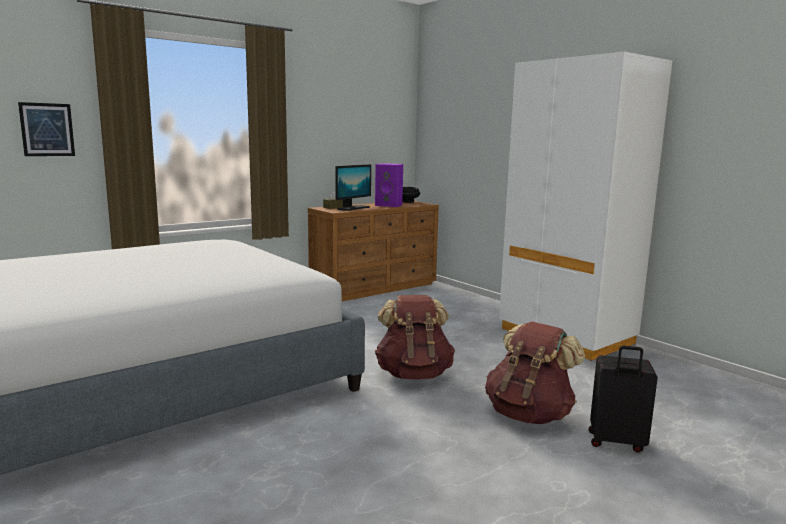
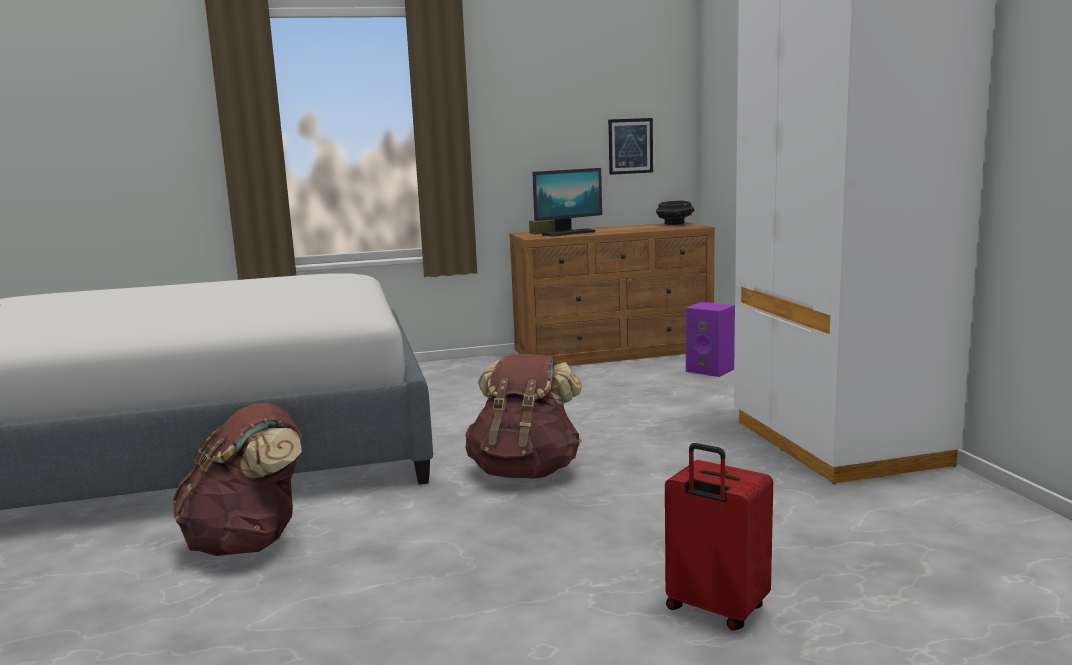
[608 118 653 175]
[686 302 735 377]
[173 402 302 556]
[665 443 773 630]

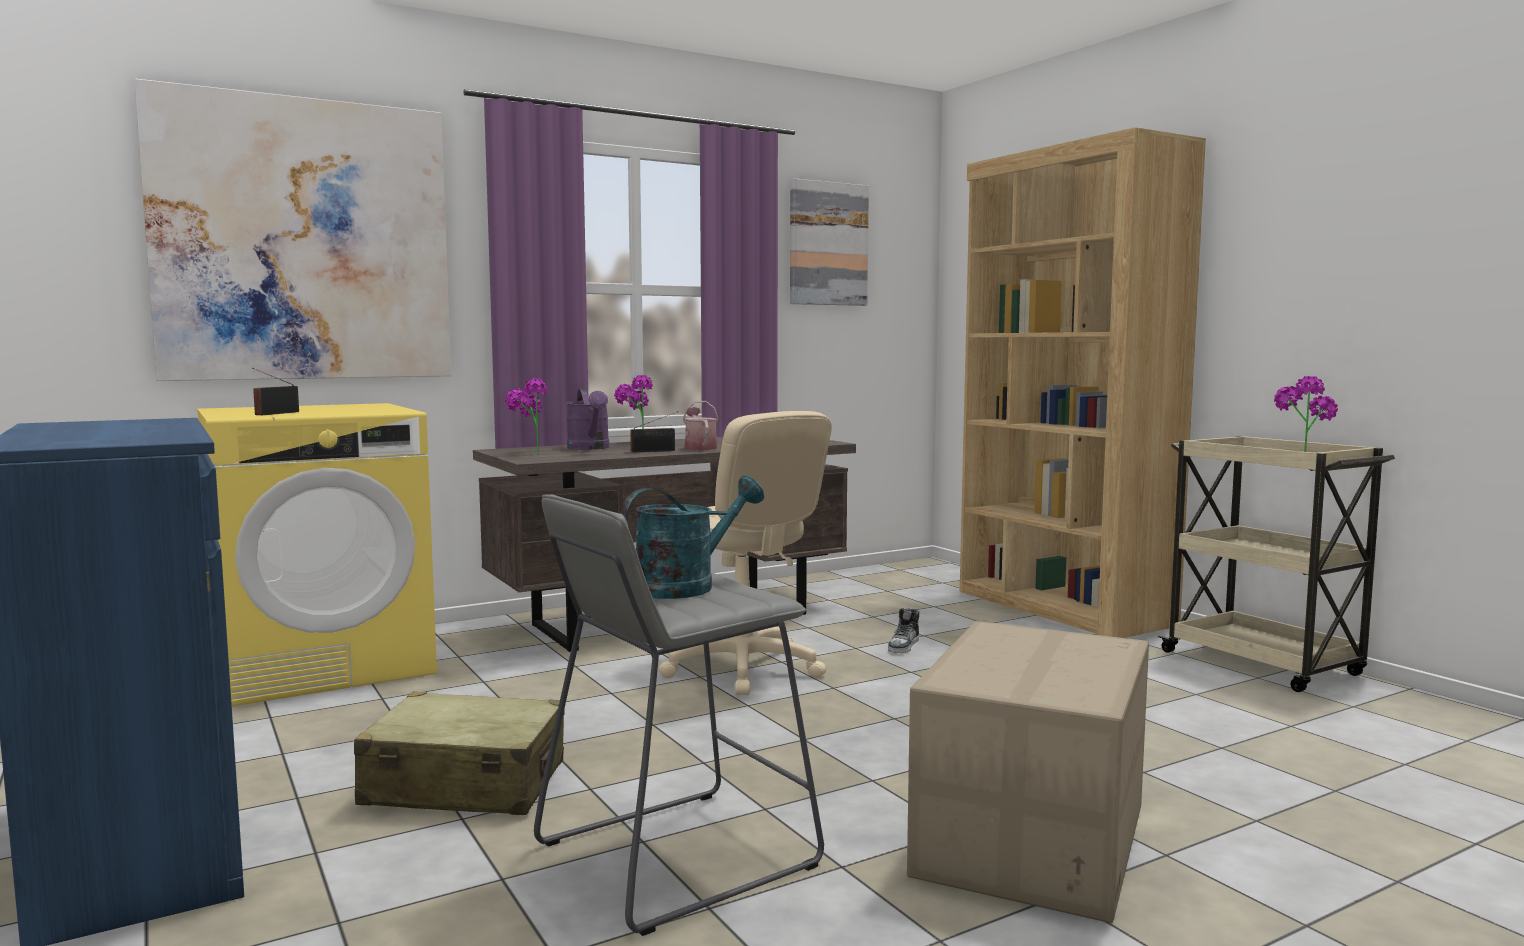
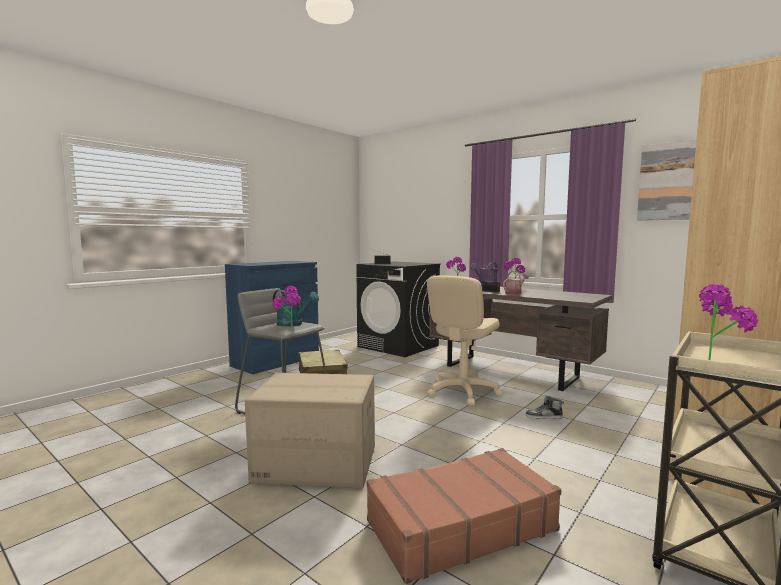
[134 79 451 381] (first image)
[356 261 441 357]
[272 286 301 330]
[367 448 561 584]

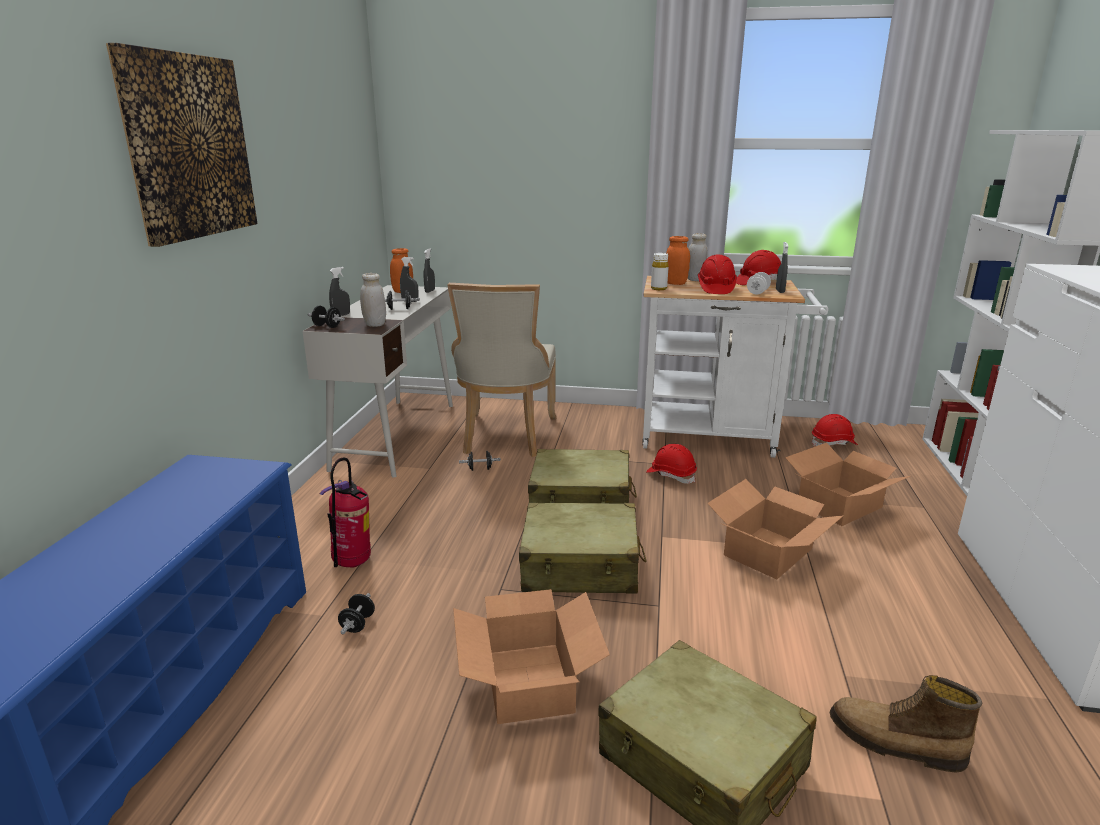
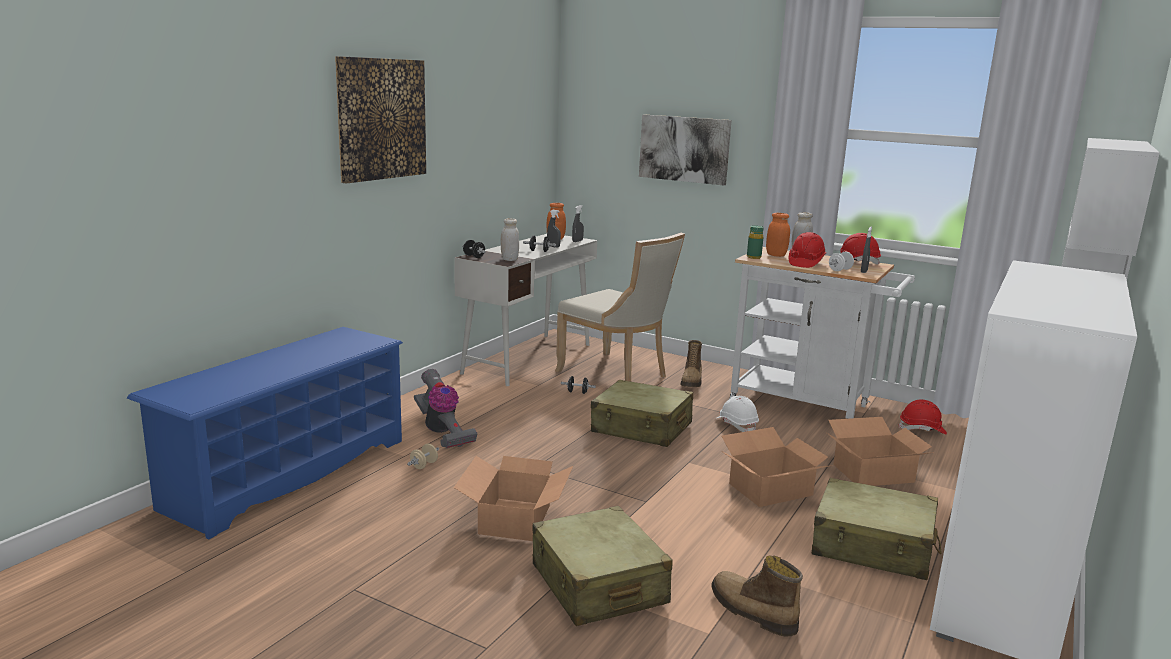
[747 226 763 259]
[329 267 350 316] (first image)
[555 233 685 382]
[717 396 759 432]
[414 369 477 448]
[812 478 942 580]
[407 444 439 469]
[639 115 732 185]
[680 340 702 387]

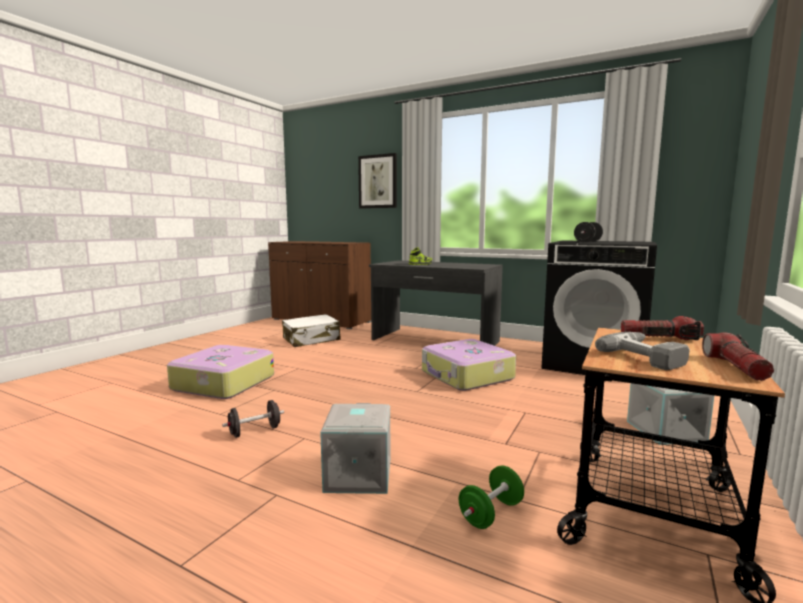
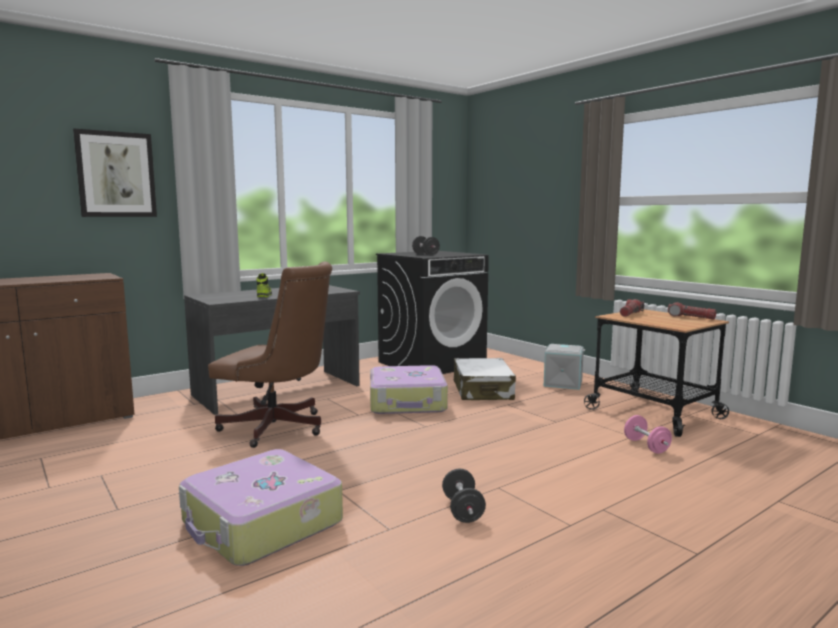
[454 358 516 400]
[595 332 690 370] (first image)
[320 403 390 494] (first image)
[624 415 672 454]
[208 262 332 448]

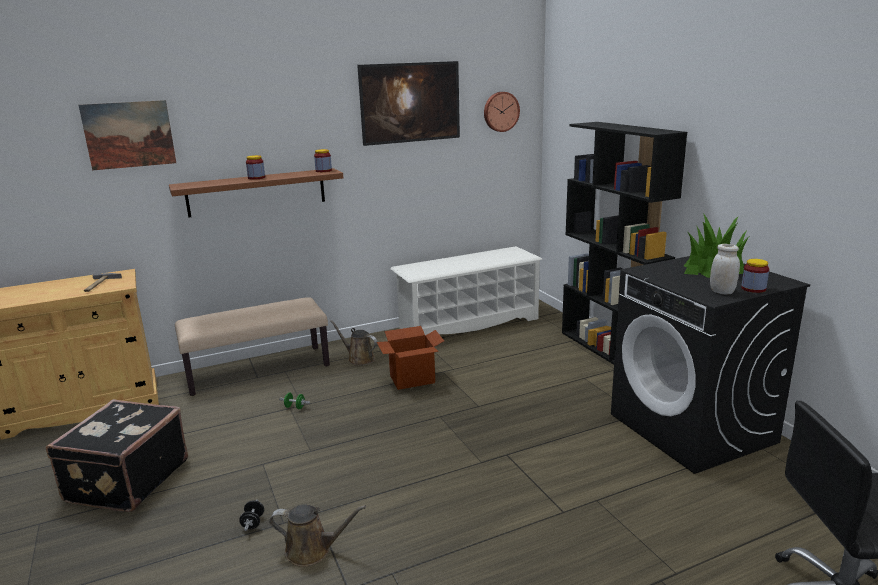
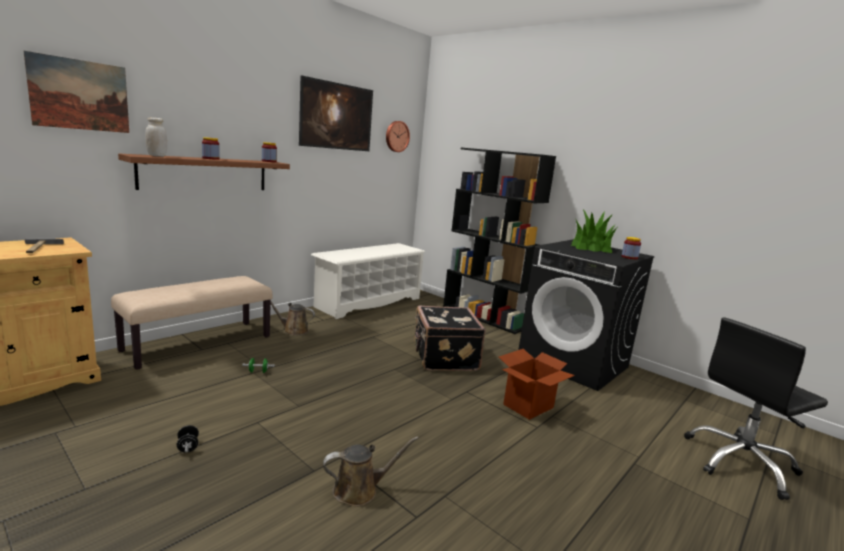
[145 118 167 157]
[499 349 575 420]
[414 306 486 371]
[177 425 199 453]

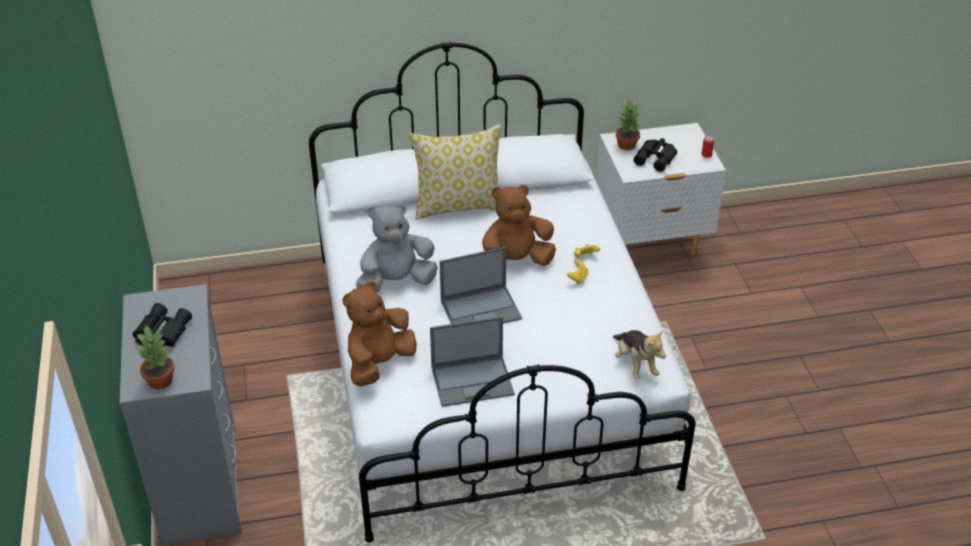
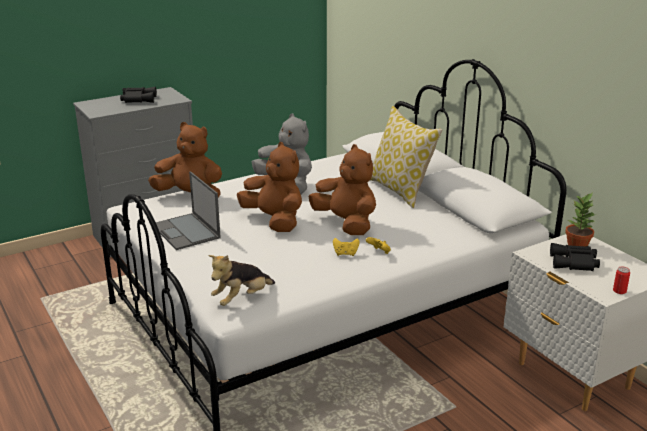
[237 142 302 232]
[136 325 175 389] (first image)

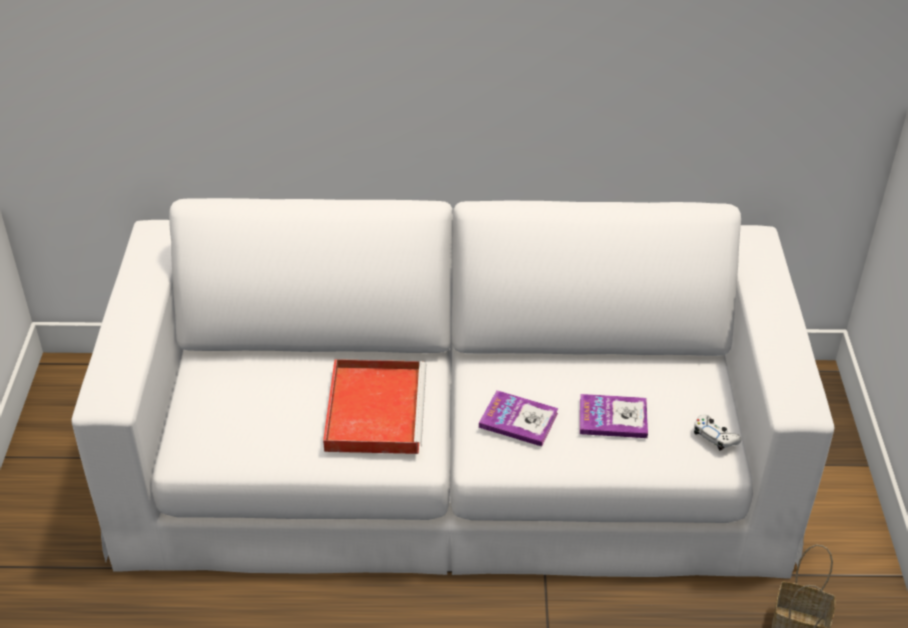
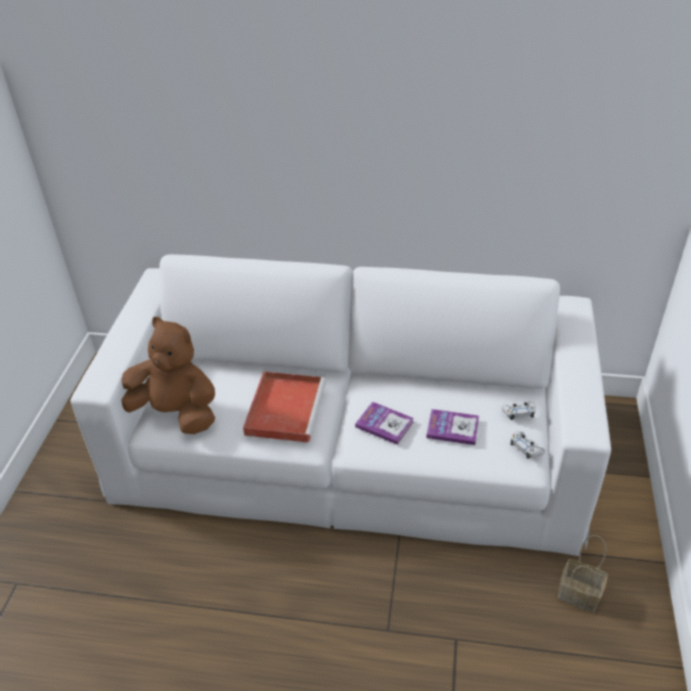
[121 317 215 434]
[501 402 536 420]

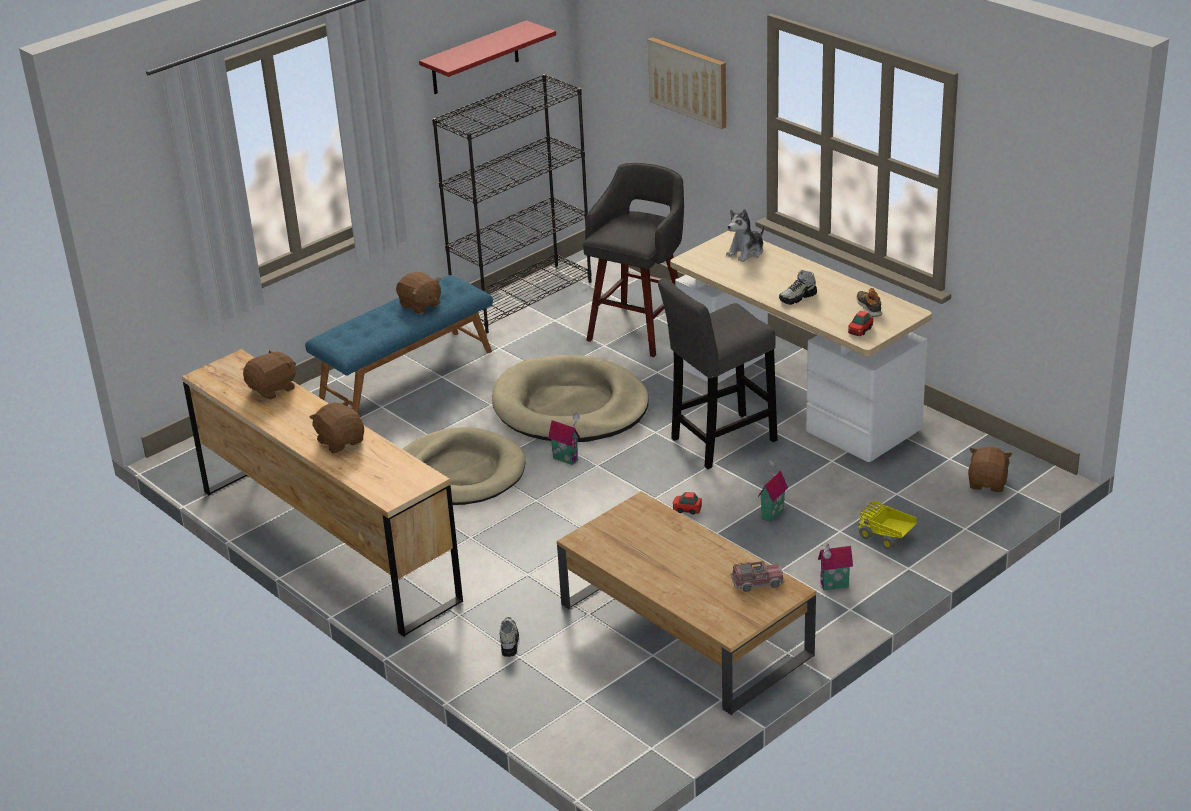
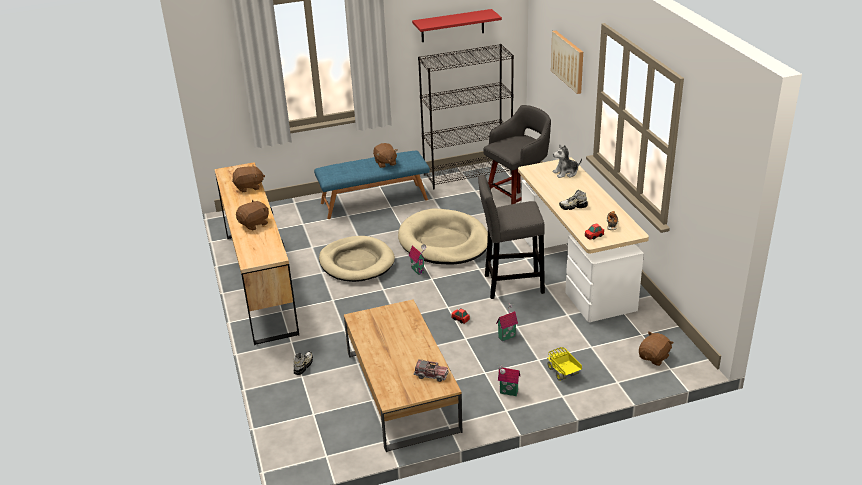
[236 200 269 231]

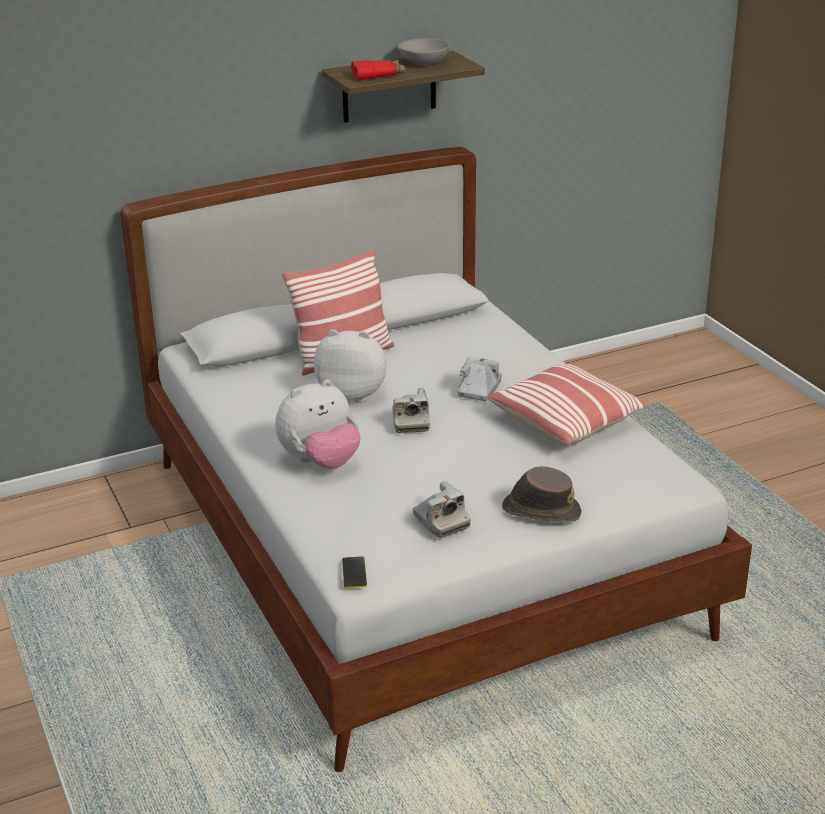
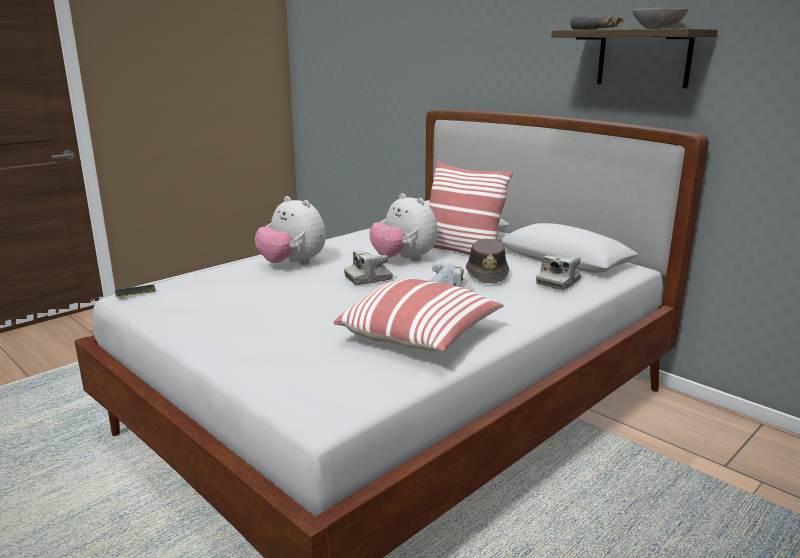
[570 15 623 30]
[369 193 438 261]
[466 239 509 283]
[536 255 581 290]

